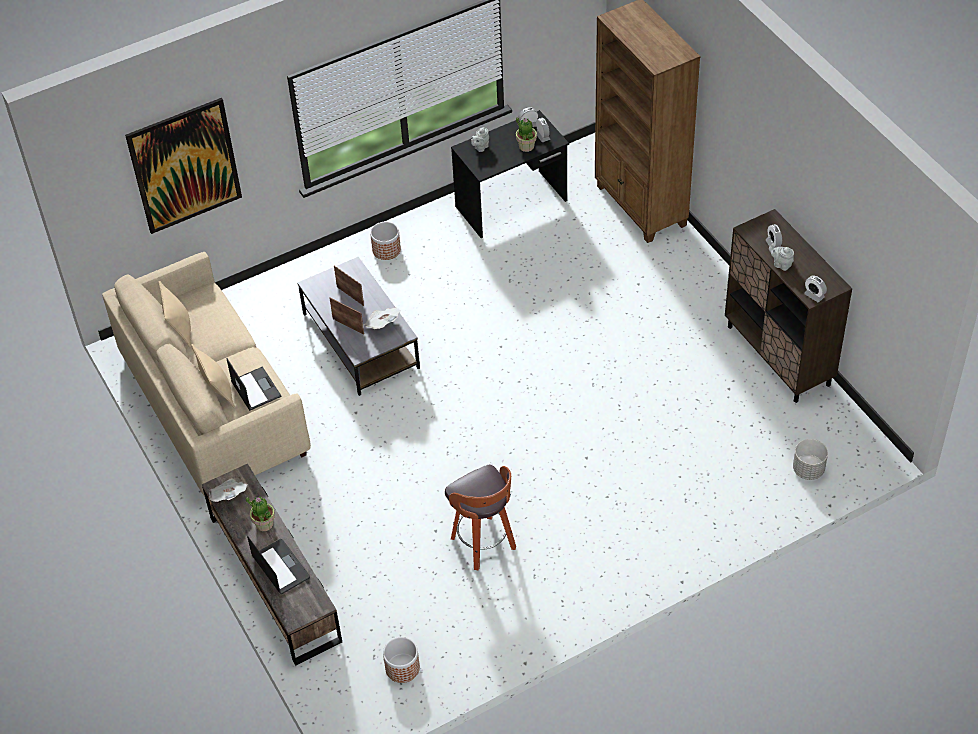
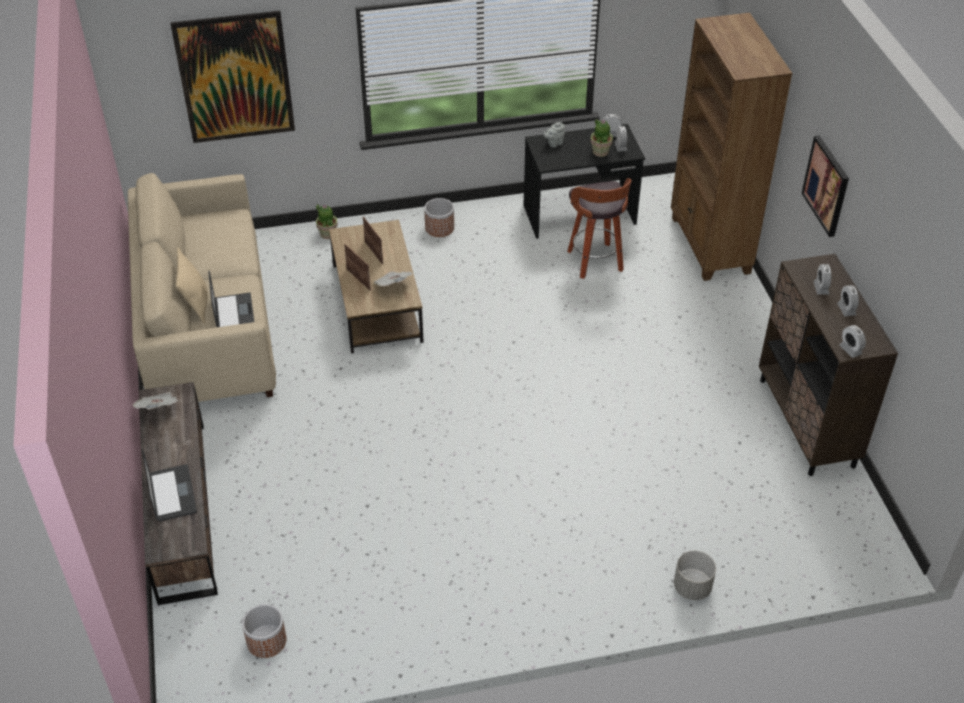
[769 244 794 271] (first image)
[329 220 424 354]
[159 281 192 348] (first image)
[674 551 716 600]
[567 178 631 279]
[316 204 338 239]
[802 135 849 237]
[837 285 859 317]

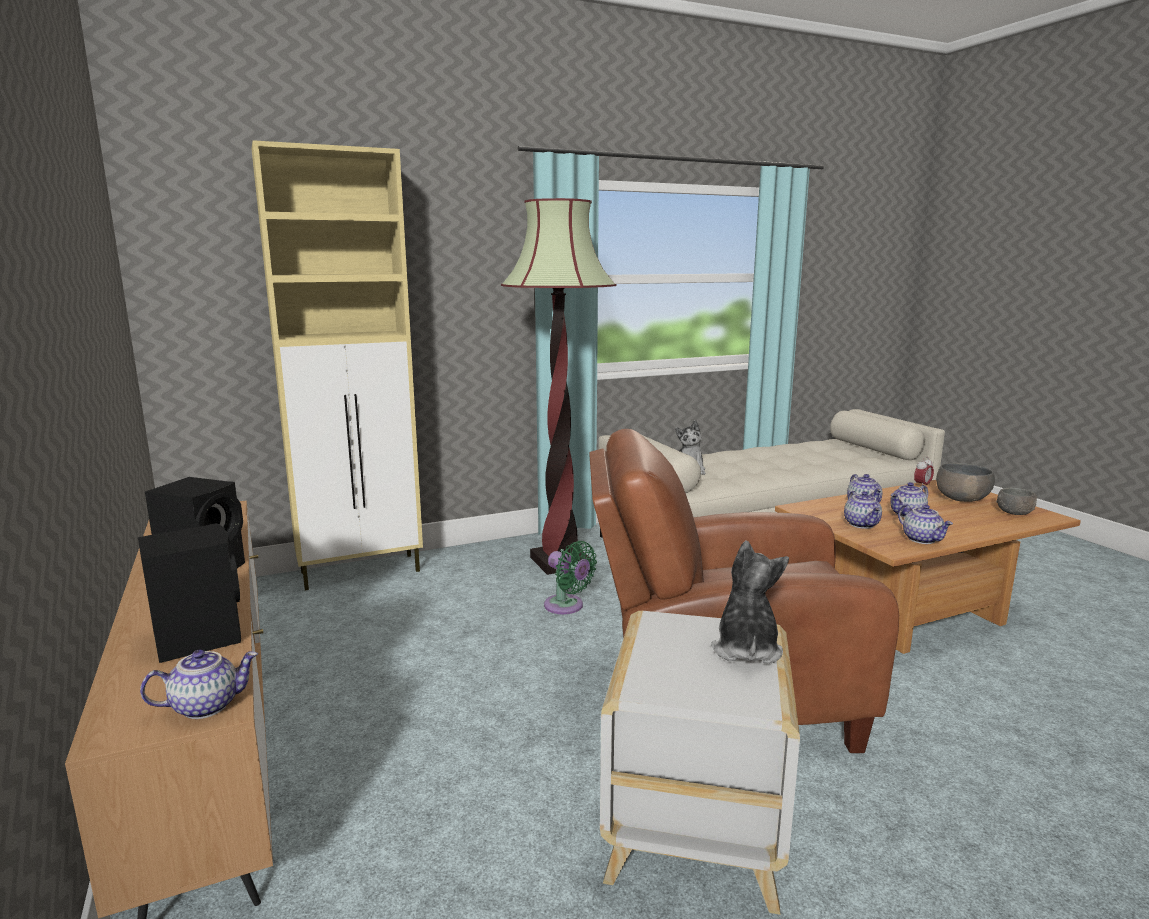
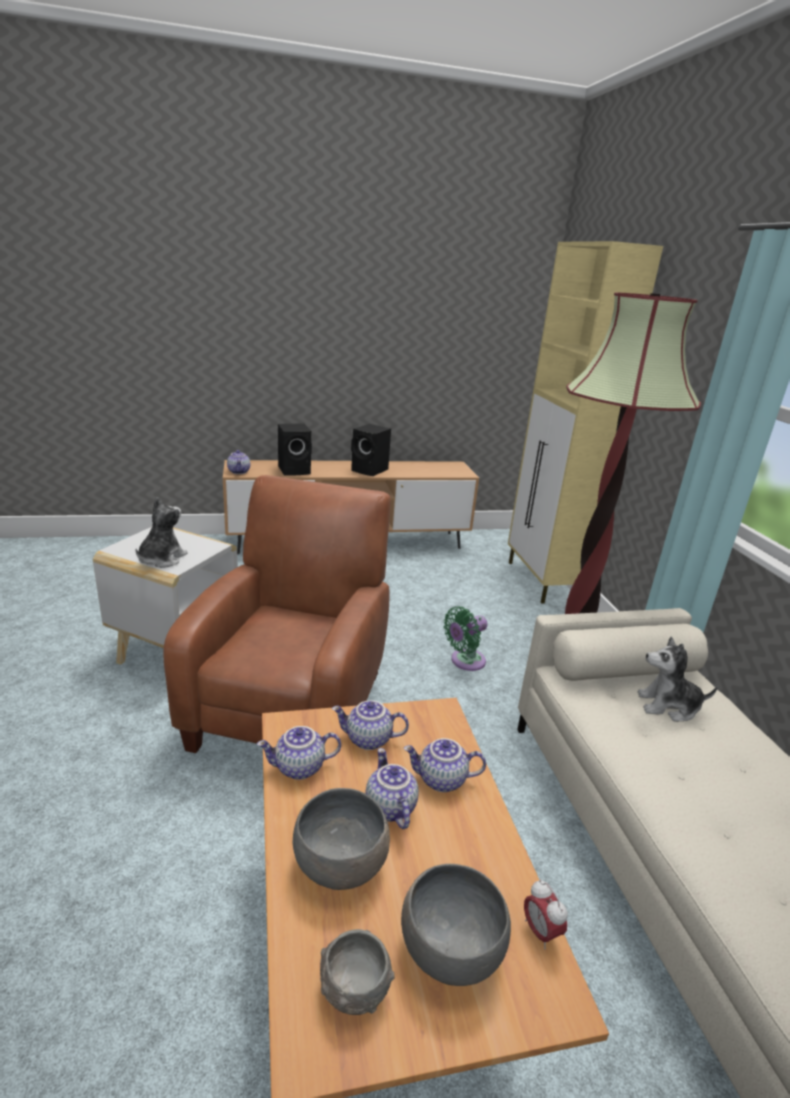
[136 497 187 568]
[293 788 390 890]

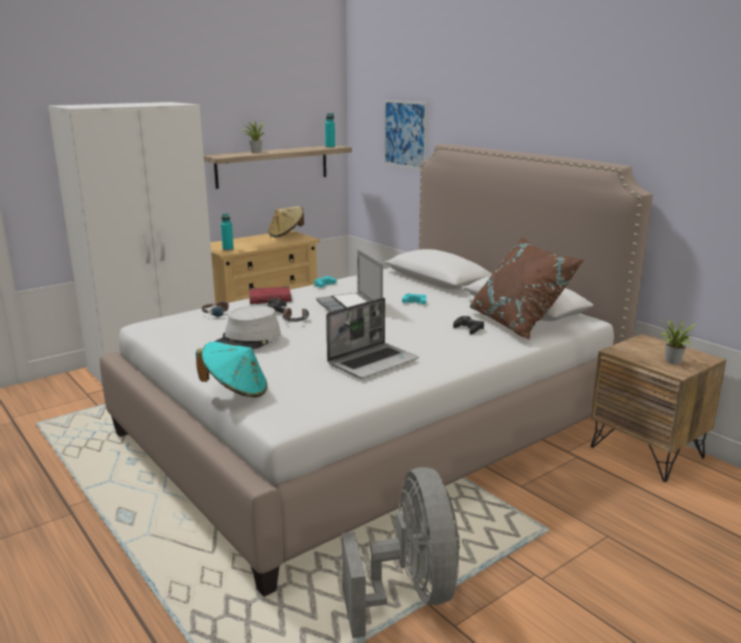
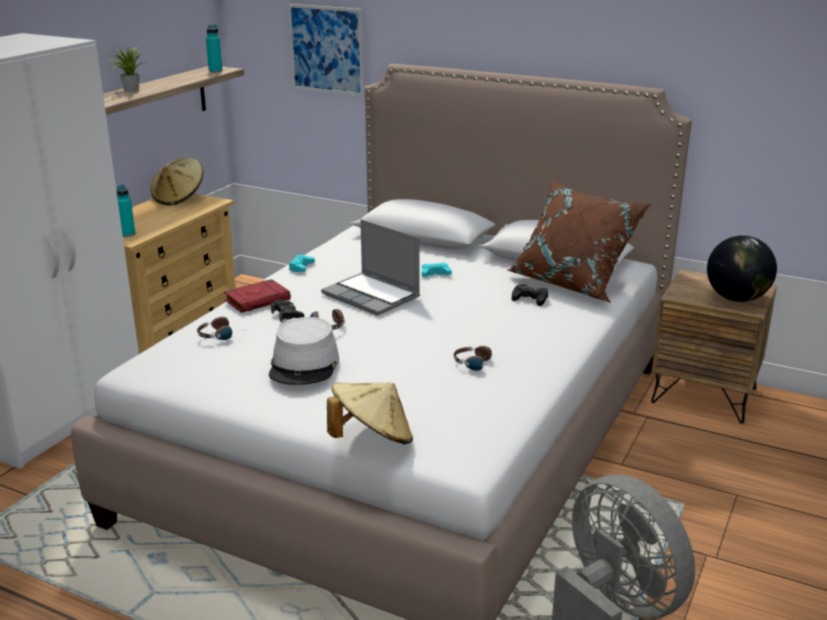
[454 346 497 371]
[707 235 777 302]
[327 383 413 444]

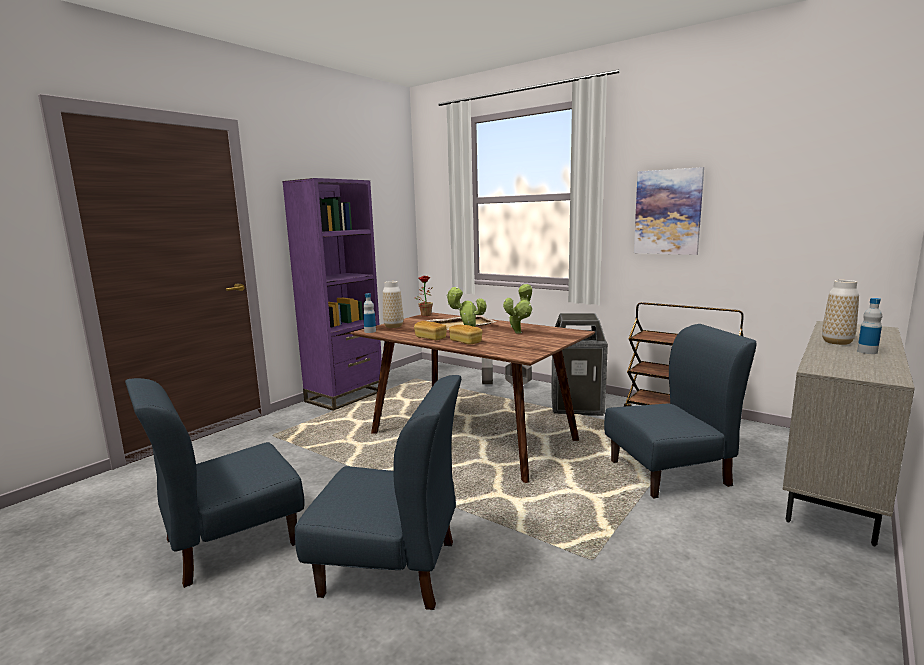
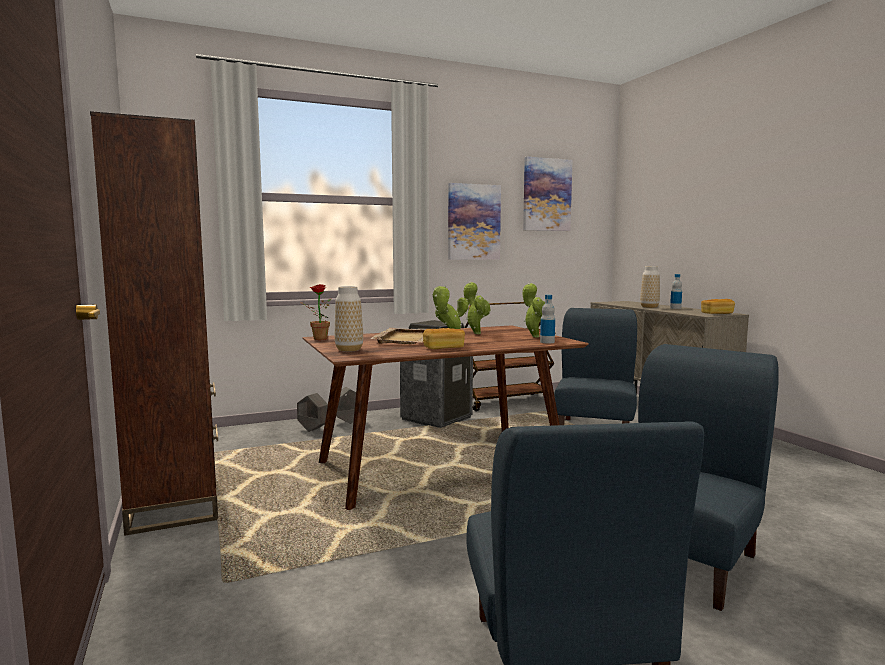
[90 111 218 536]
[540 295 555 343]
[701 299 735 314]
[523 157 573 231]
[522 283 545 337]

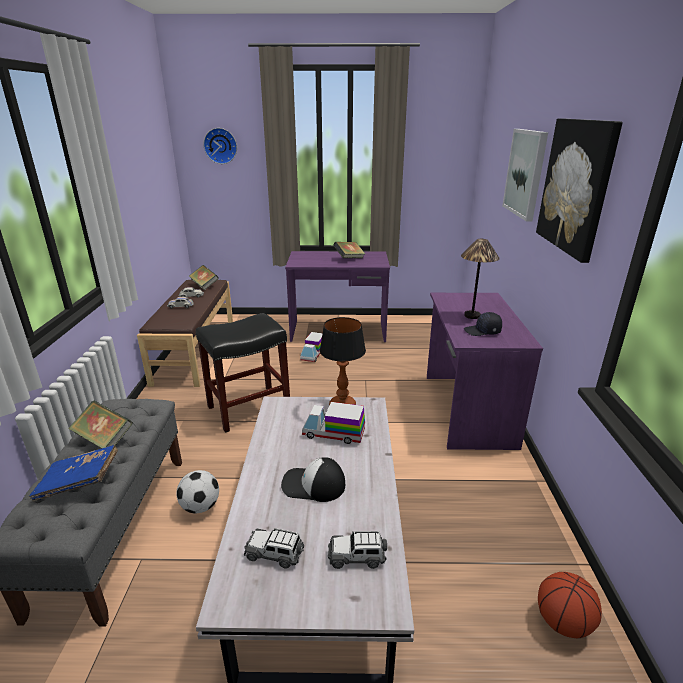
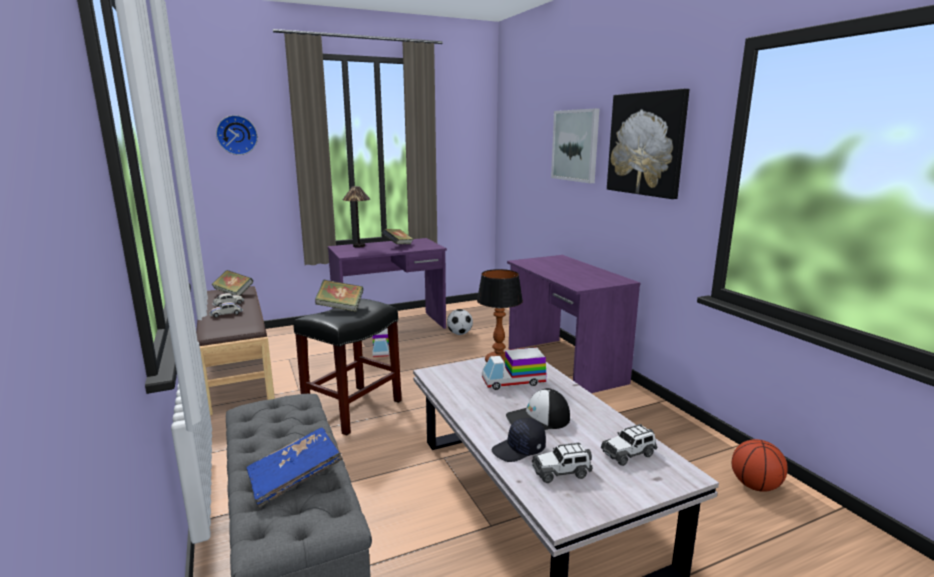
[343 186 370 248]
[492 418 546 462]
[315 280 363 312]
[447 309 473 335]

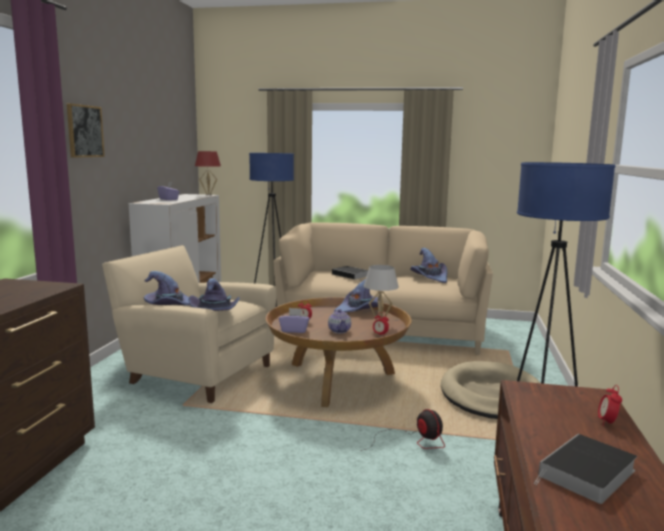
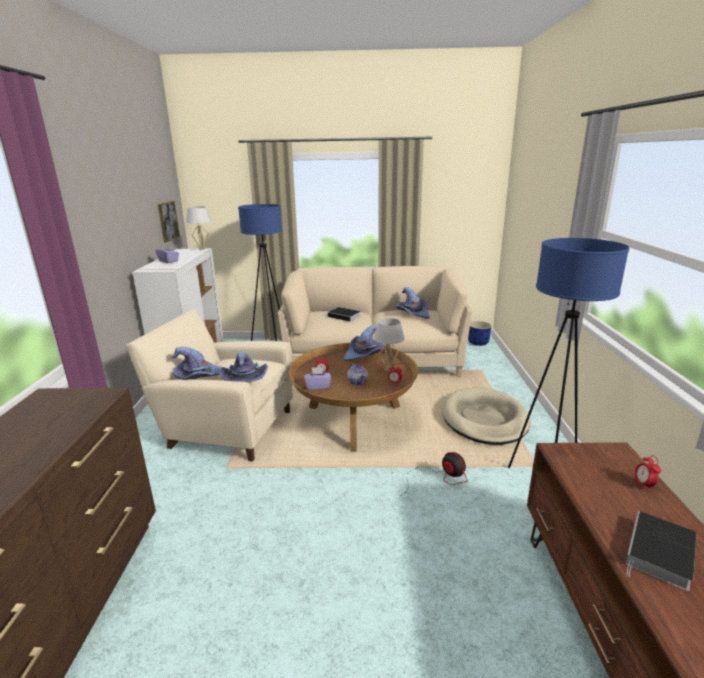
[158 201 180 242]
[186 207 211 250]
[468 321 492 346]

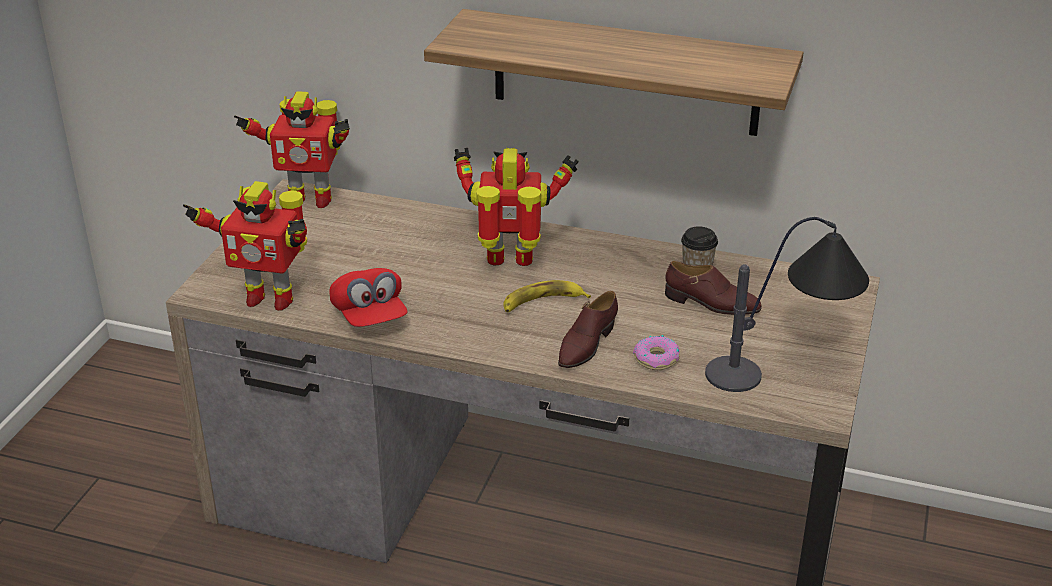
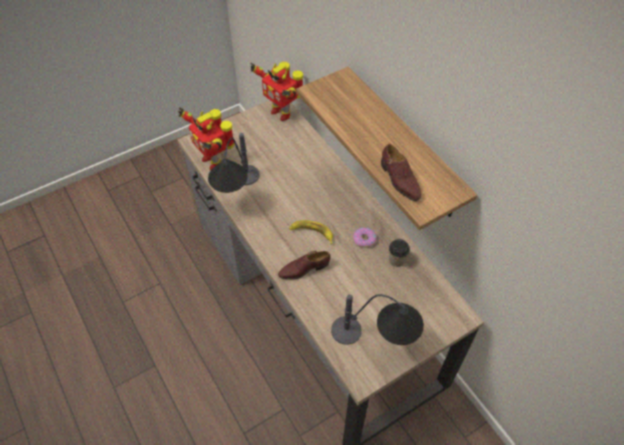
[454 148 579 266] (first image)
[381 144 421 201]
[208 133 259 193]
[353 228 377 248]

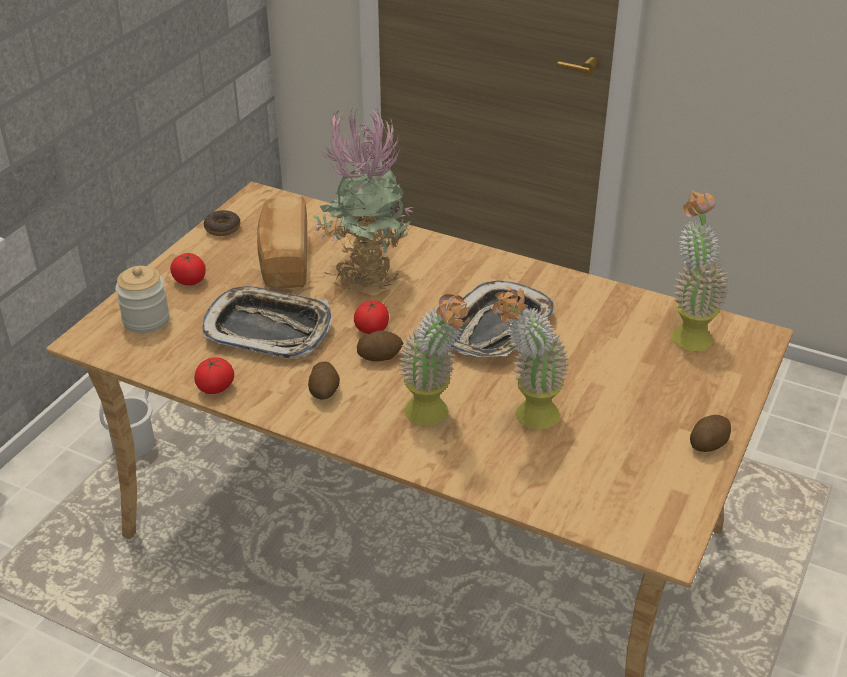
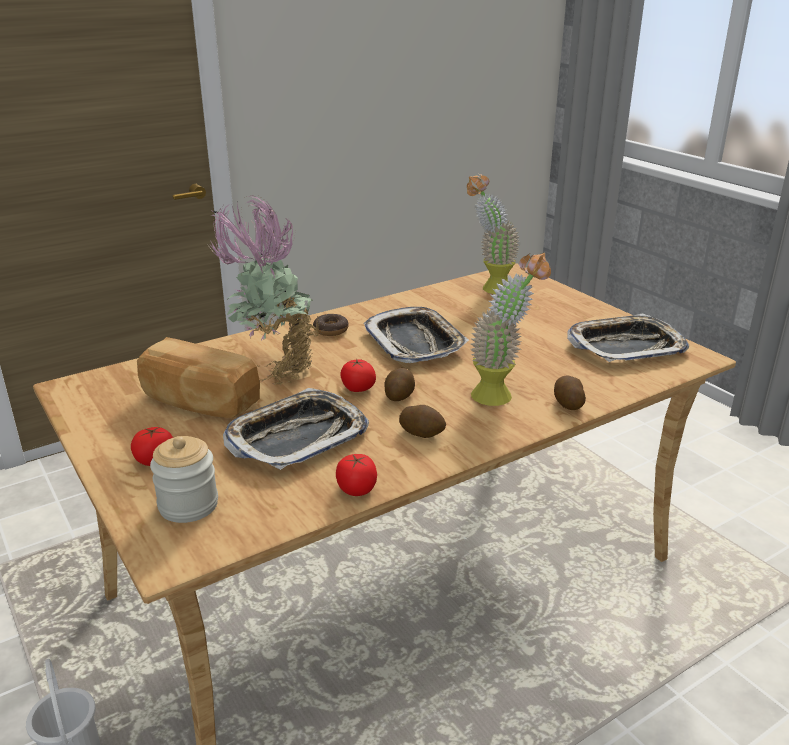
[313 314 348 336]
[492 286 570 429] (first image)
[554 376 586 410]
[567 314 689 362]

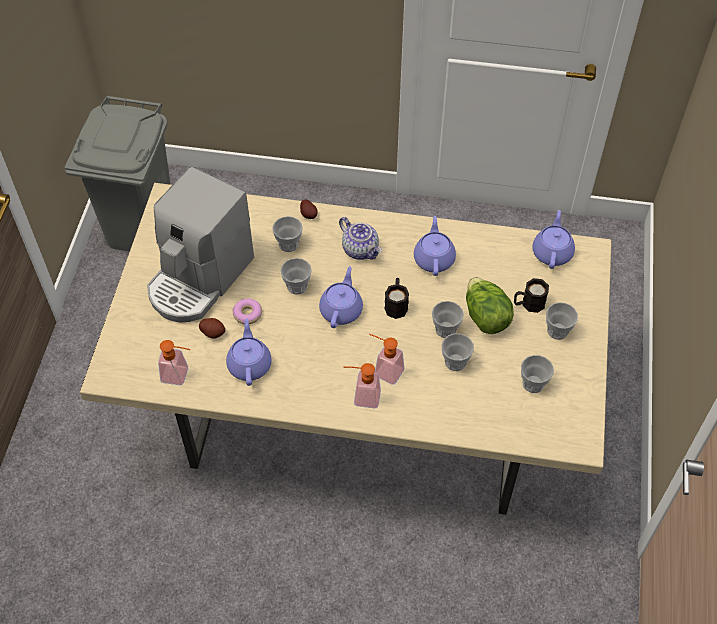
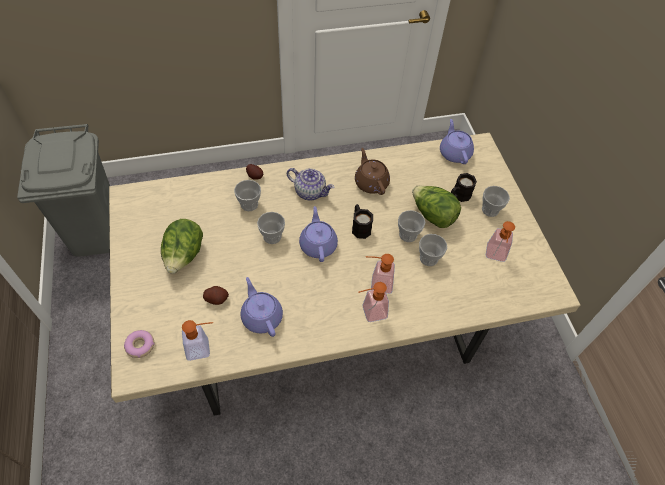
[161 219 203 274]
[355 148 390 195]
[124 330 155 358]
[486 221 515 262]

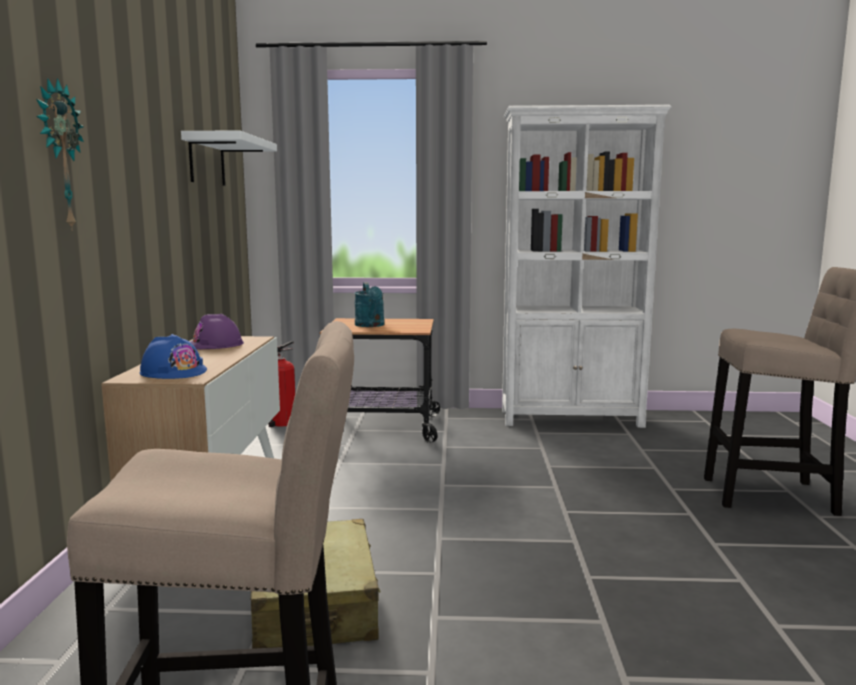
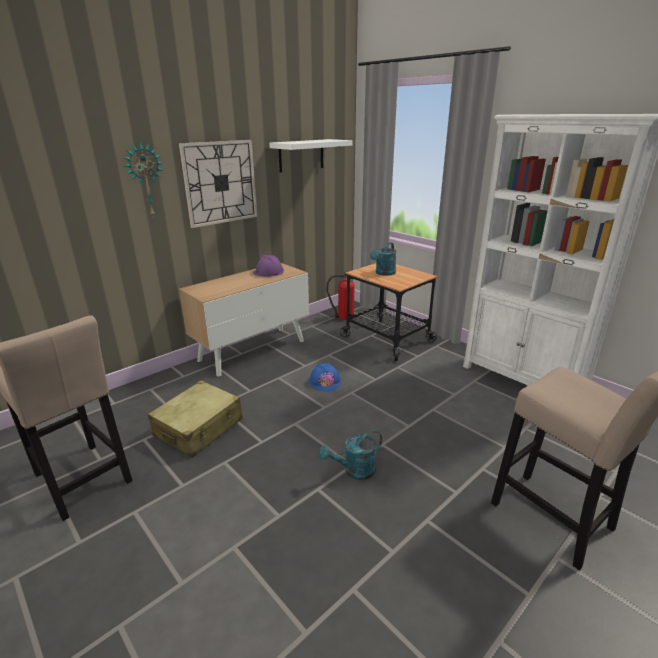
[309 363 341 392]
[179 140 258 228]
[318 430 382 480]

